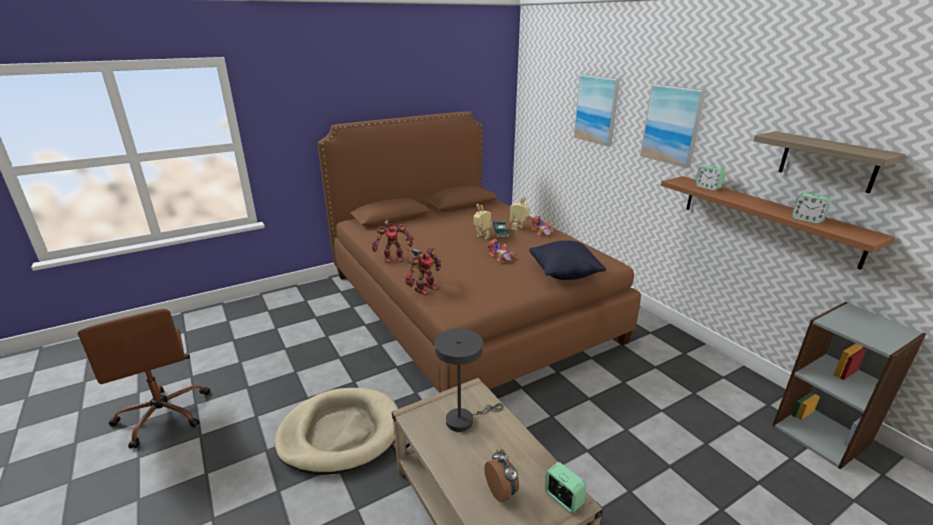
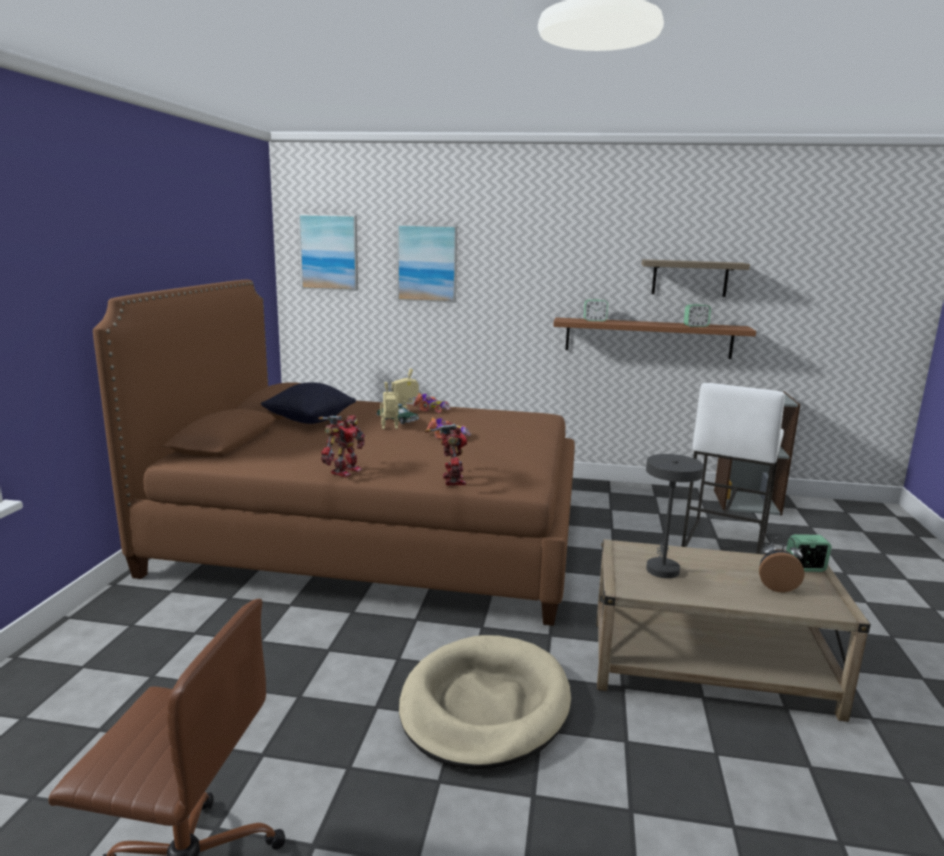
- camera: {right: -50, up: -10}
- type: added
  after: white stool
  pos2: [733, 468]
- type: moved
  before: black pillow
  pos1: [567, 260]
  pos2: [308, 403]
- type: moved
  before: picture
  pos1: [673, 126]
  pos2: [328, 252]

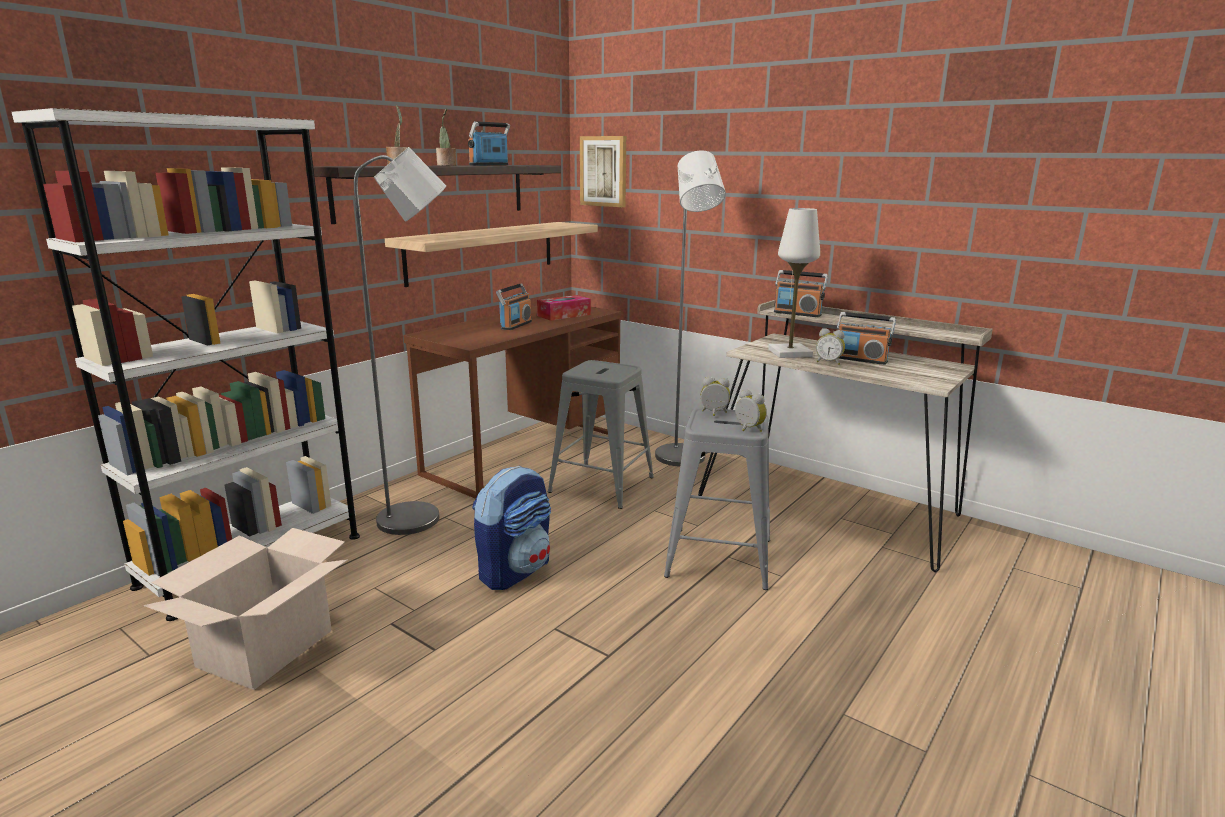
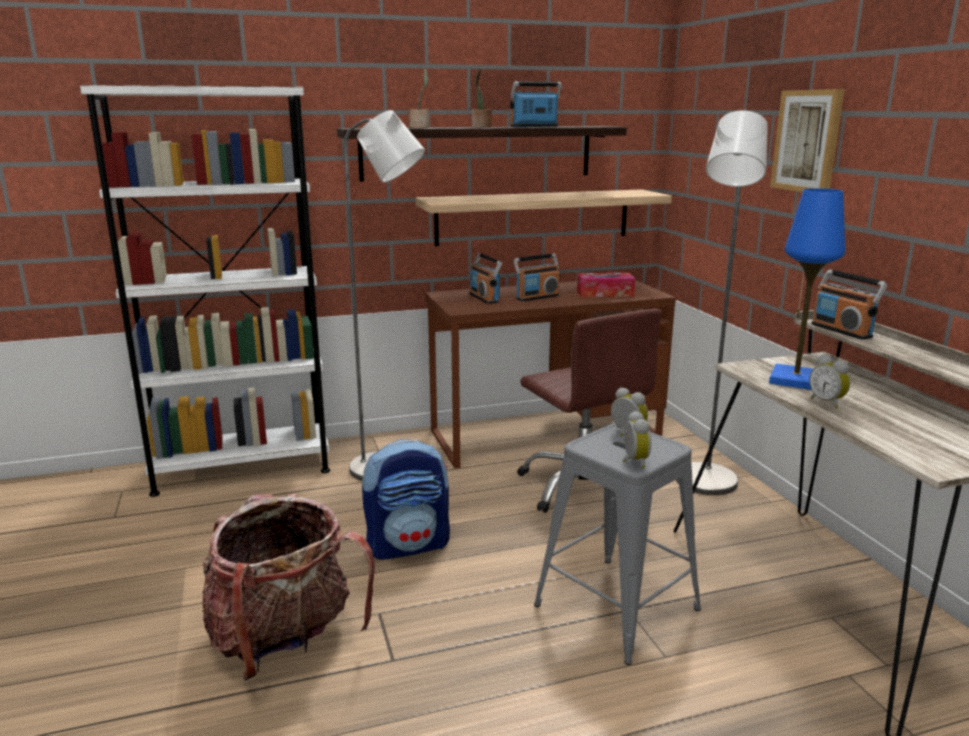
- camera: {right: 35, up: 0}
- type: removed
  before: cardboard box
  pos1: [246, 609]
- type: added
  after: backpack
  pos2: [288, 587]
- type: moved
  before: picture
  pos1: [603, 171]
  pos2: [807, 140]
- type: moved
  before: radio
  pos1: [866, 338]
  pos2: [485, 278]
- type: replaced
  before: grey stool
  after: brown office chair
  pos1: [601, 434]
  pos2: [589, 411]
- type: recoloured
  before: white table lamp
  after: blue table lamp
  pos1: [794, 283]
  pos2: [807, 289]

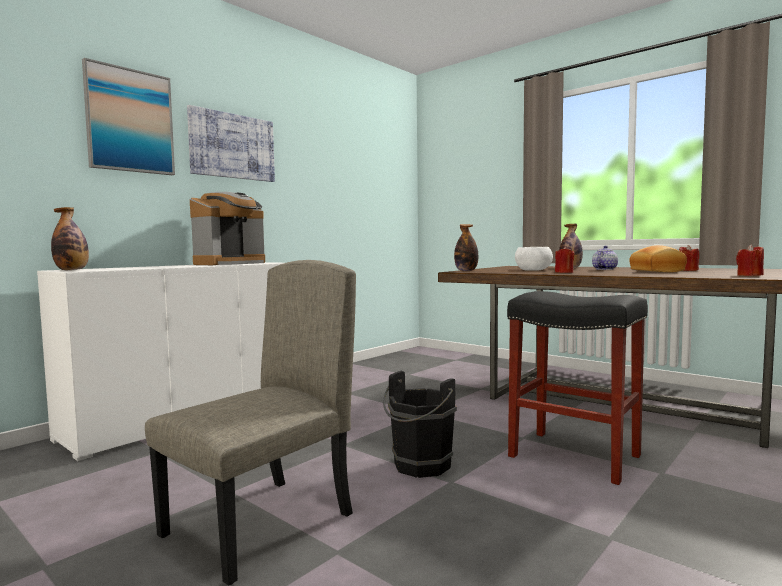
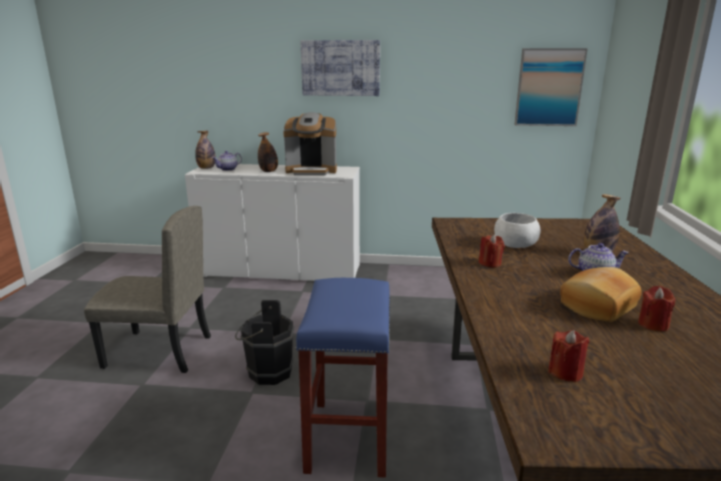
- camera: {right: 55, up: 15}
- type: added
  after: teapot
  pos2: [227, 161]
- type: moved
  before: picture
  pos1: [128, 116]
  pos2: [551, 87]
- type: moved
  before: bottle
  pos1: [466, 247]
  pos2: [268, 152]
- type: recoloured
  before: black stool
  after: blue stool
  pos1: [577, 388]
  pos2: [343, 378]

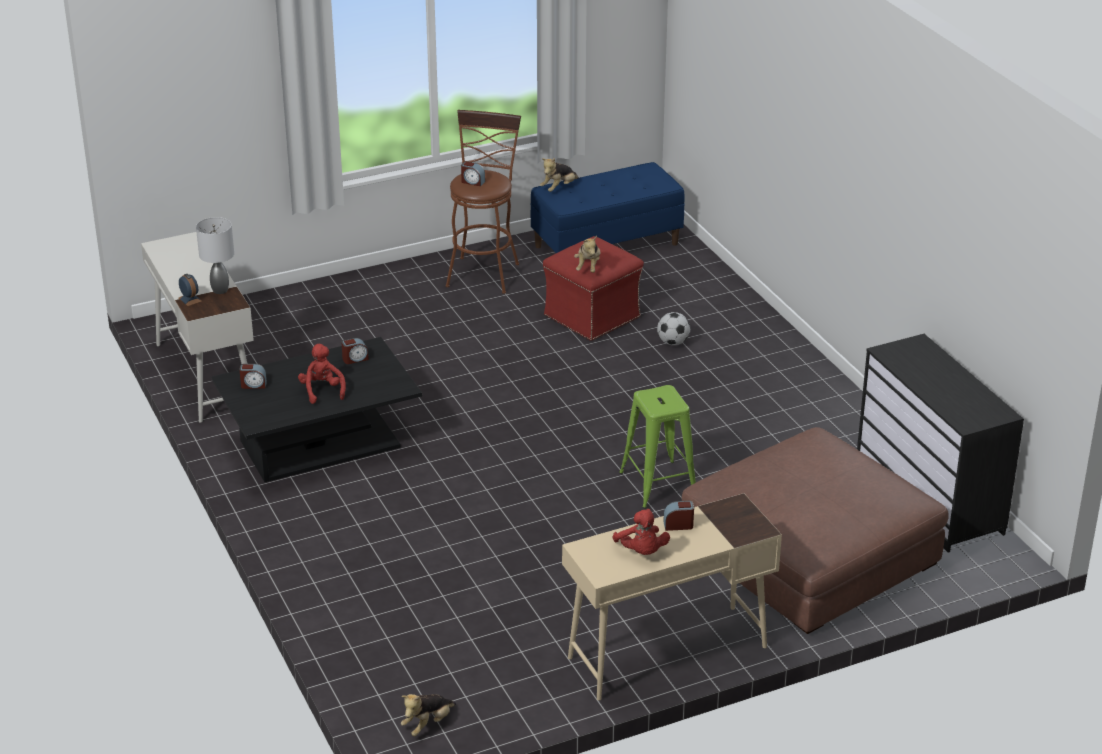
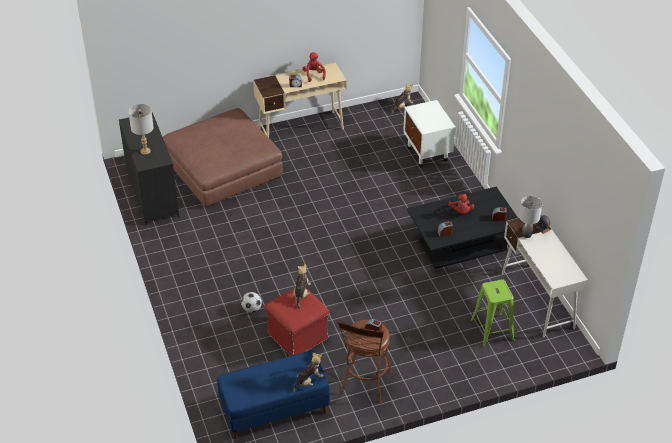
- camera: {right: -175, up: 10}
- type: added
  after: grey table lamp
  pos2: [141, 129]
- type: added
  after: white nightstand
  pos2: [429, 133]
- type: moved
  before: green stool
  pos1: [657, 447]
  pos2: [492, 313]

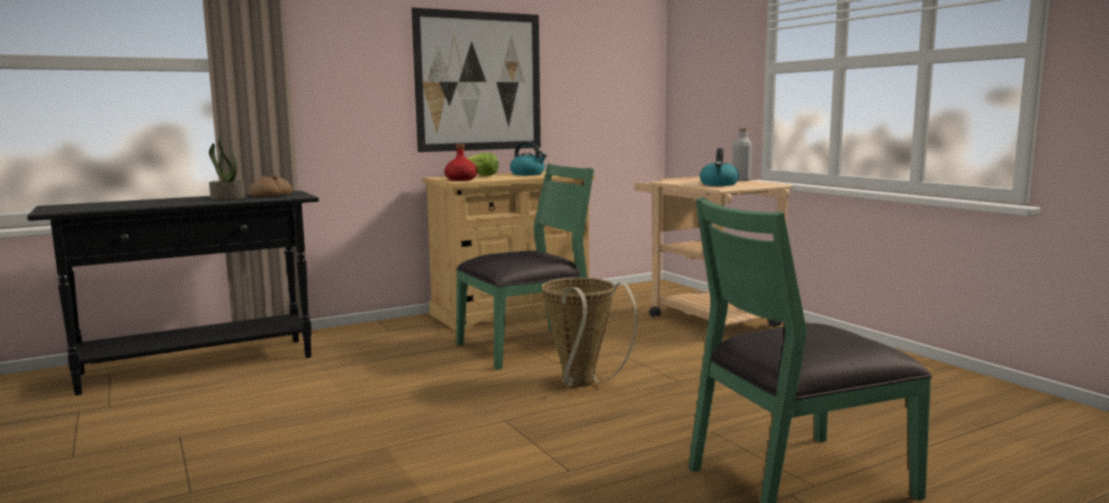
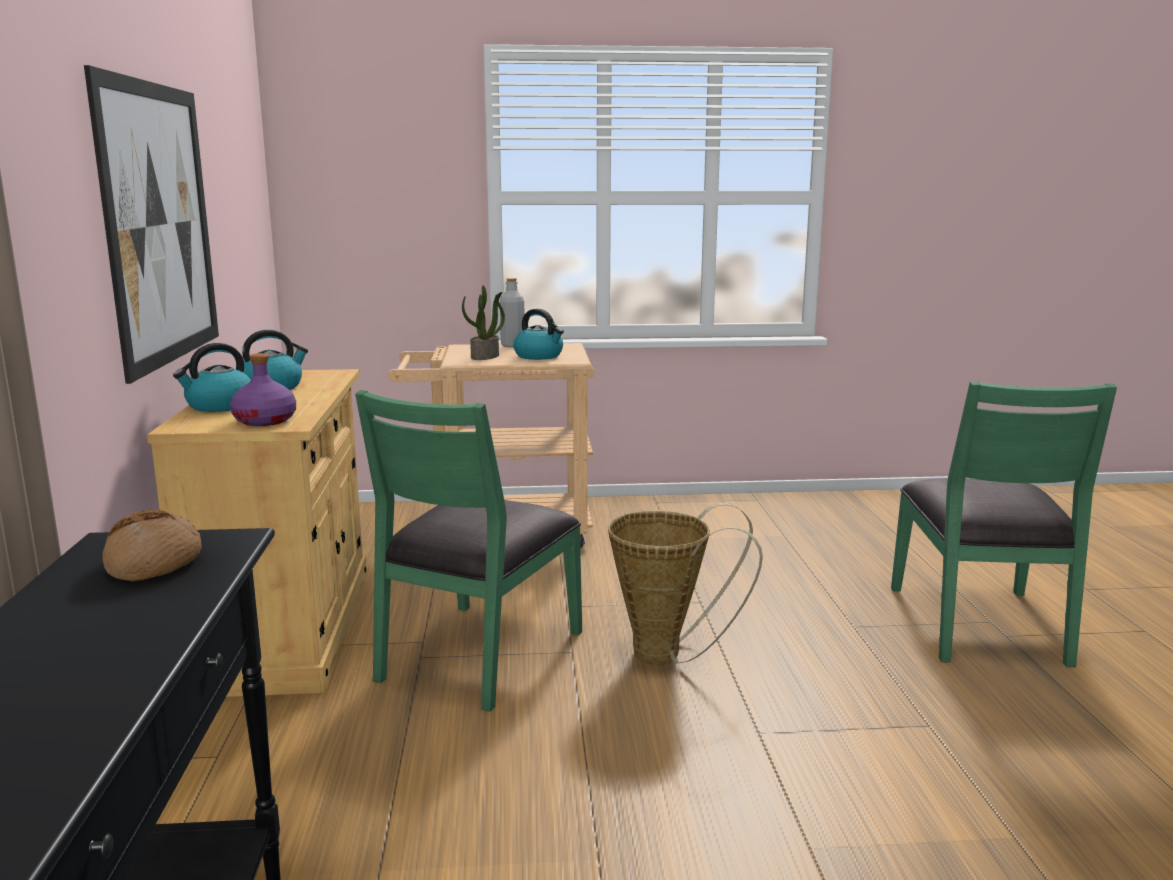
- camera: {right: -65, up: 5}
- type: moved
  before: potted plant
  pos1: [227, 168]
  pos2: [483, 323]
- type: replaced
  before: lettuce
  after: kettle
  pos1: [482, 164]
  pos2: [212, 377]
- type: recoloured
  before: red bottle
  after: purple bottle
  pos1: [460, 162]
  pos2: [263, 389]
- type: turned
  before: green chair
  pos1: [525, 267]
  pos2: [468, 551]
  turn: -150

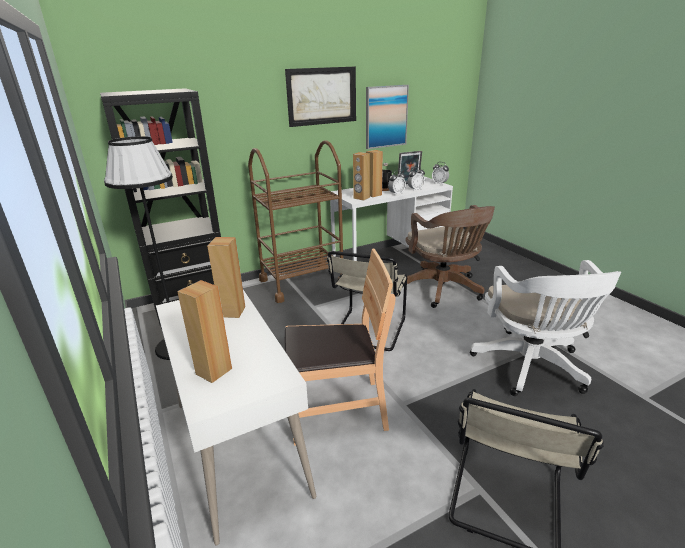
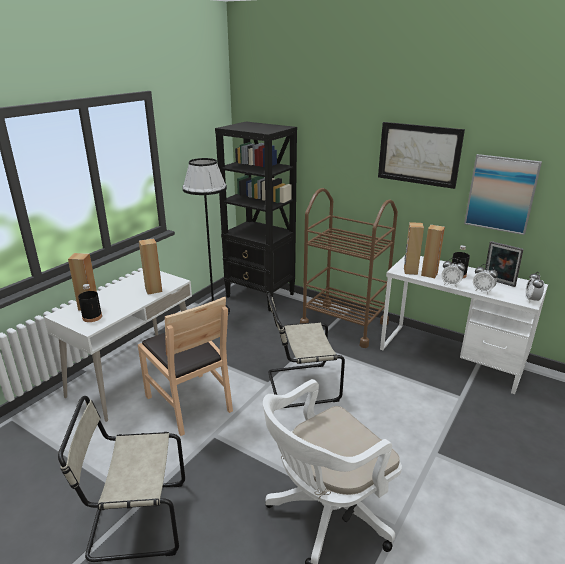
- camera: {right: 60, up: 0}
- type: removed
  before: brown office chair
  pos1: [450, 256]
- type: added
  after: black bottle
  pos2: [90, 303]

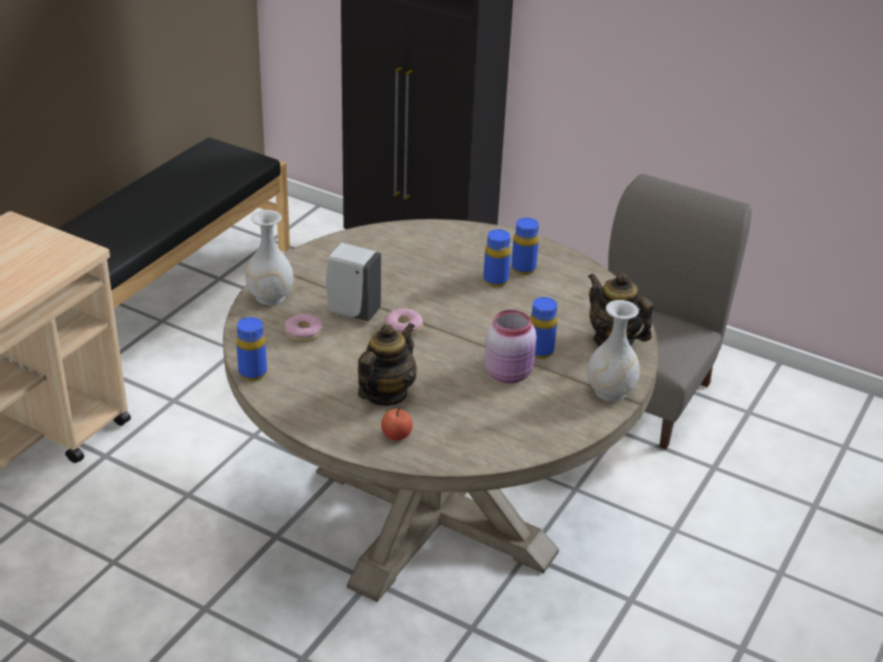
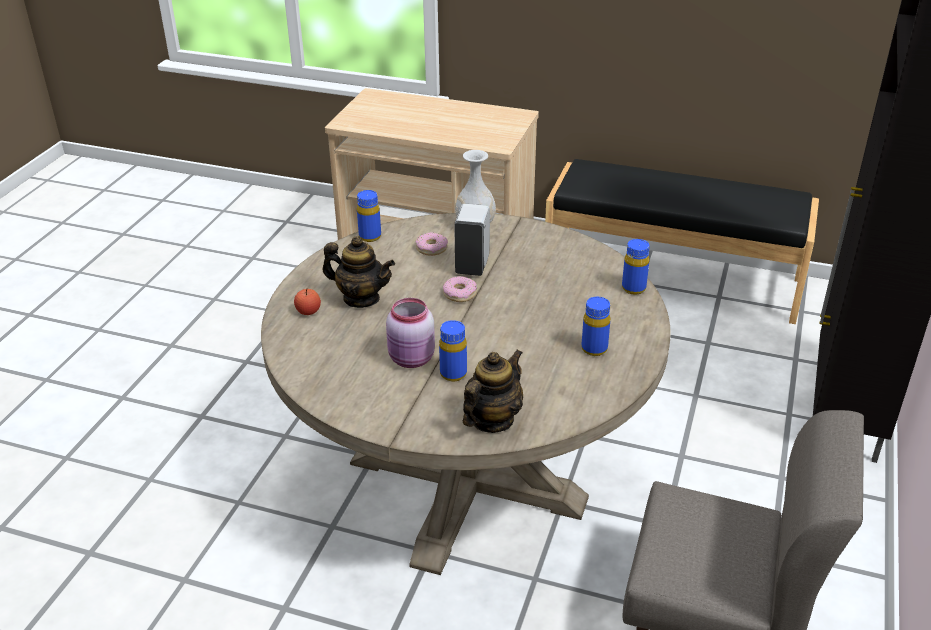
- camera: {right: 80, up: 0}
- type: removed
  before: white vase
  pos1: [613, 350]
- type: moved
  before: blue bottle
  pos1: [497, 258]
  pos2: [636, 267]

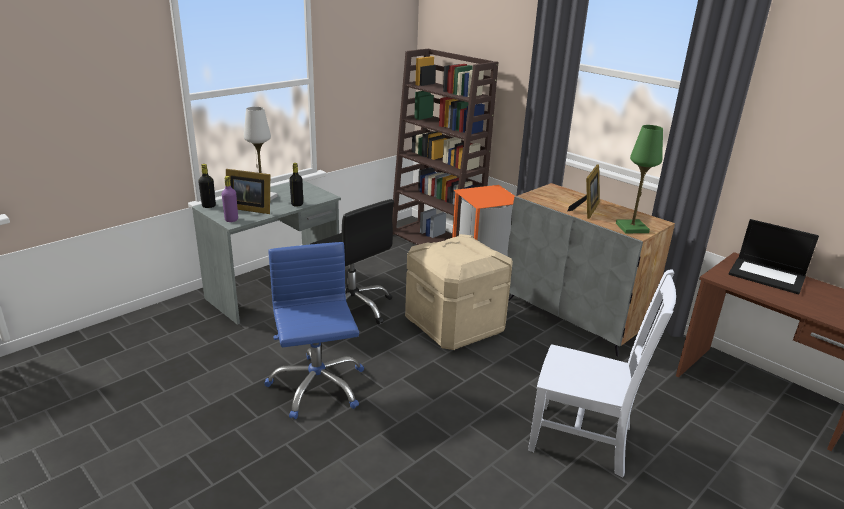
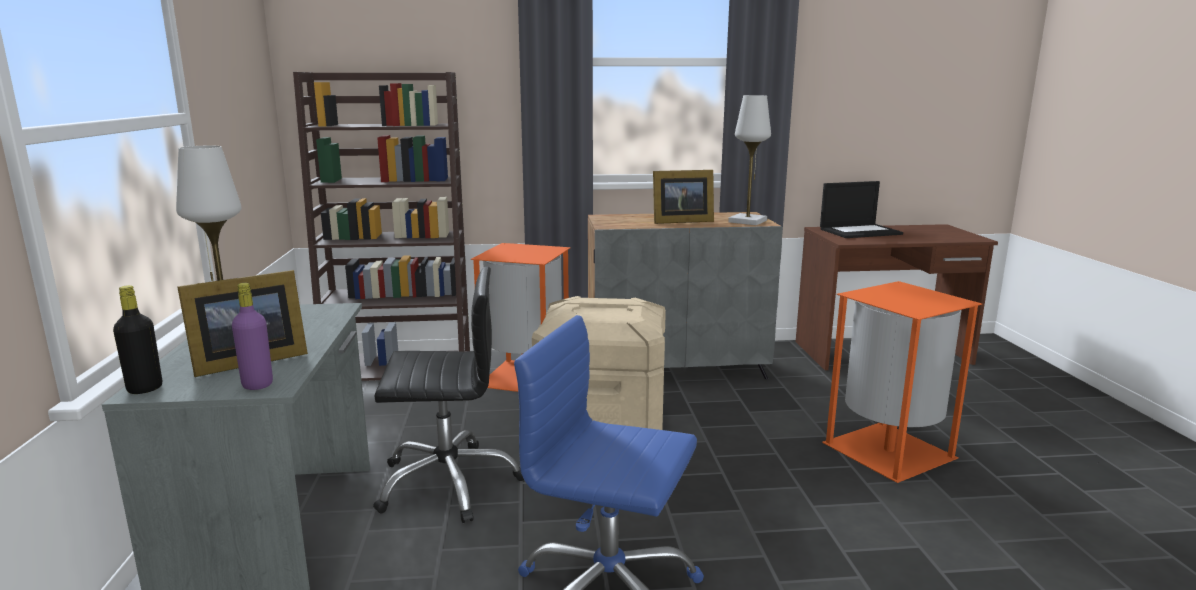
- camera: {right: -50, up: -10}
- type: removed
  before: black bottle
  pos1: [296, 185]
- type: replaced
  before: white chair
  after: orange trash can
  pos1: [602, 373]
  pos2: [902, 382]
- type: recoloured
  before: green table lamp
  after: white table lamp
  pos1: [639, 179]
  pos2: [749, 160]
- type: turned
  before: picture frame
  pos1: [583, 191]
  pos2: [683, 197]
  turn: 105

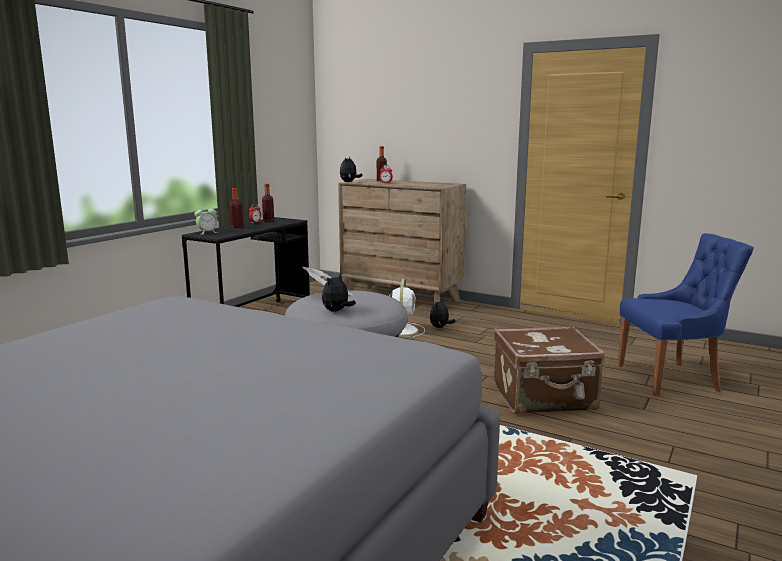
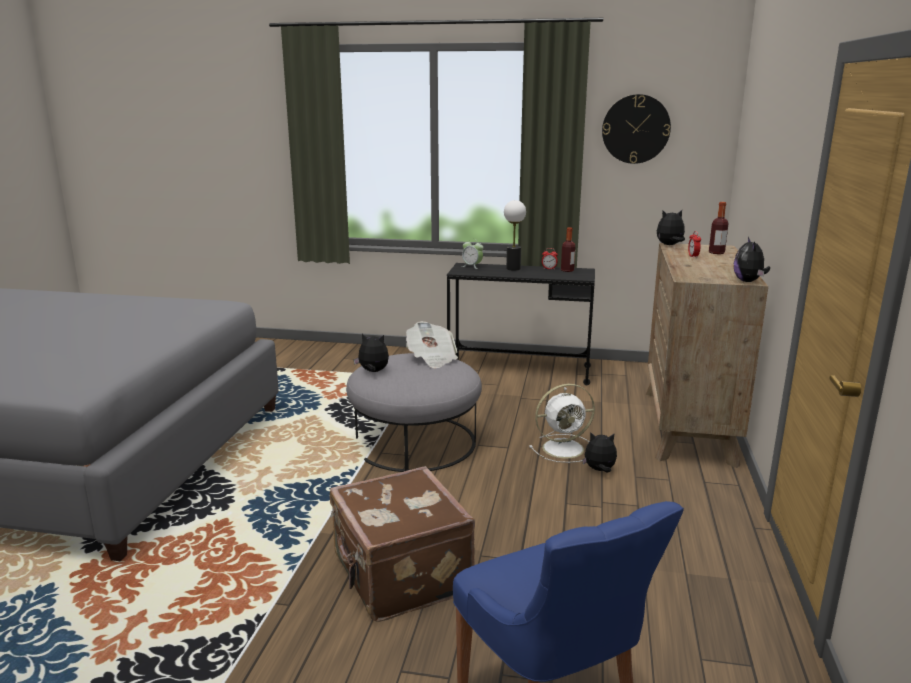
- camera: {right: 70, up: 5}
- type: added
  after: wall clock
  pos2: [636, 129]
- type: added
  after: plush toy
  pos2: [752, 259]
- type: replaced
  before: bottle
  after: table lamp
  pos1: [236, 208]
  pos2: [515, 235]

